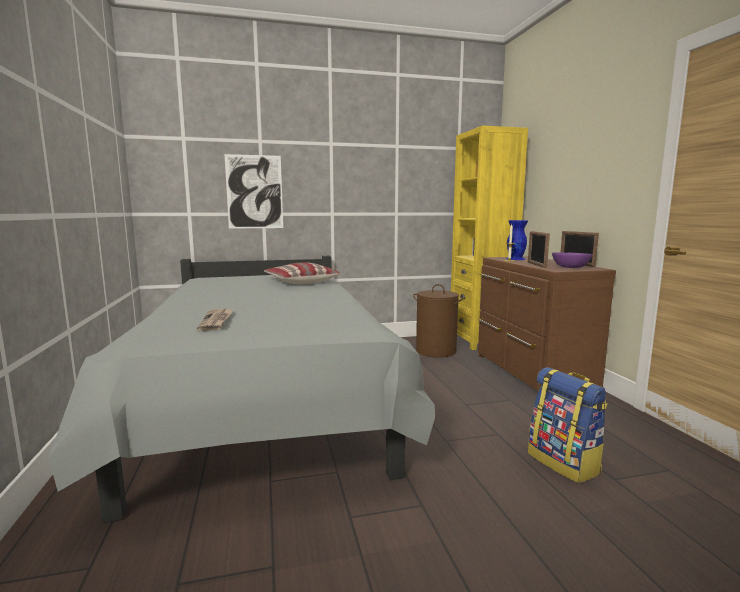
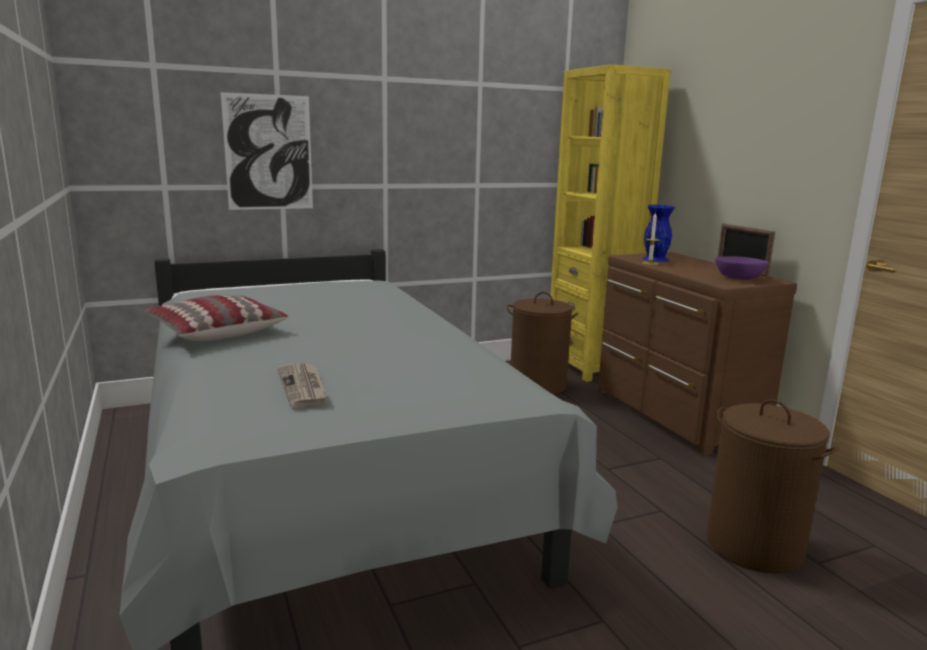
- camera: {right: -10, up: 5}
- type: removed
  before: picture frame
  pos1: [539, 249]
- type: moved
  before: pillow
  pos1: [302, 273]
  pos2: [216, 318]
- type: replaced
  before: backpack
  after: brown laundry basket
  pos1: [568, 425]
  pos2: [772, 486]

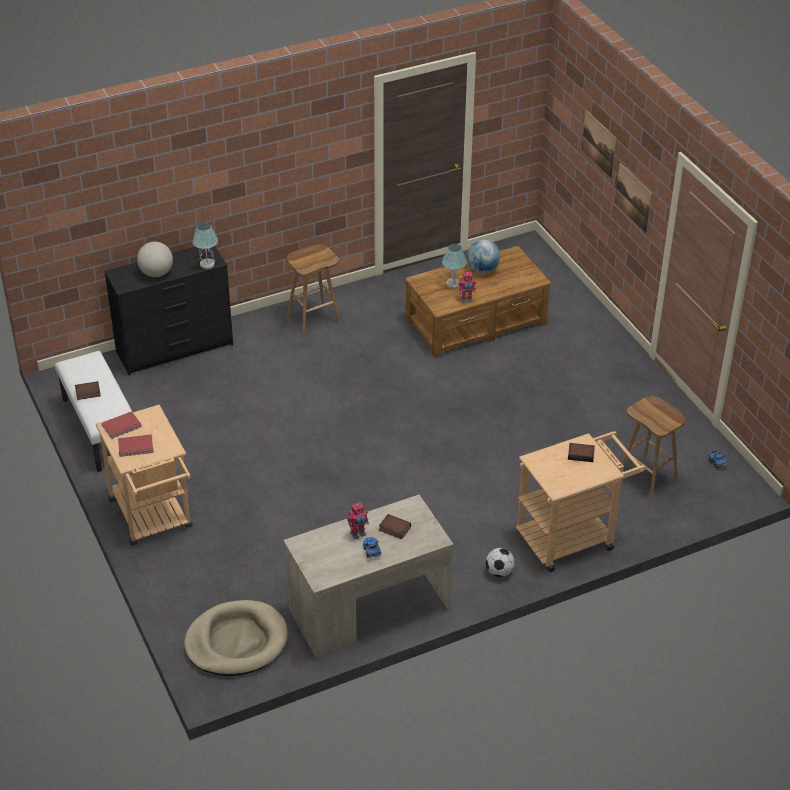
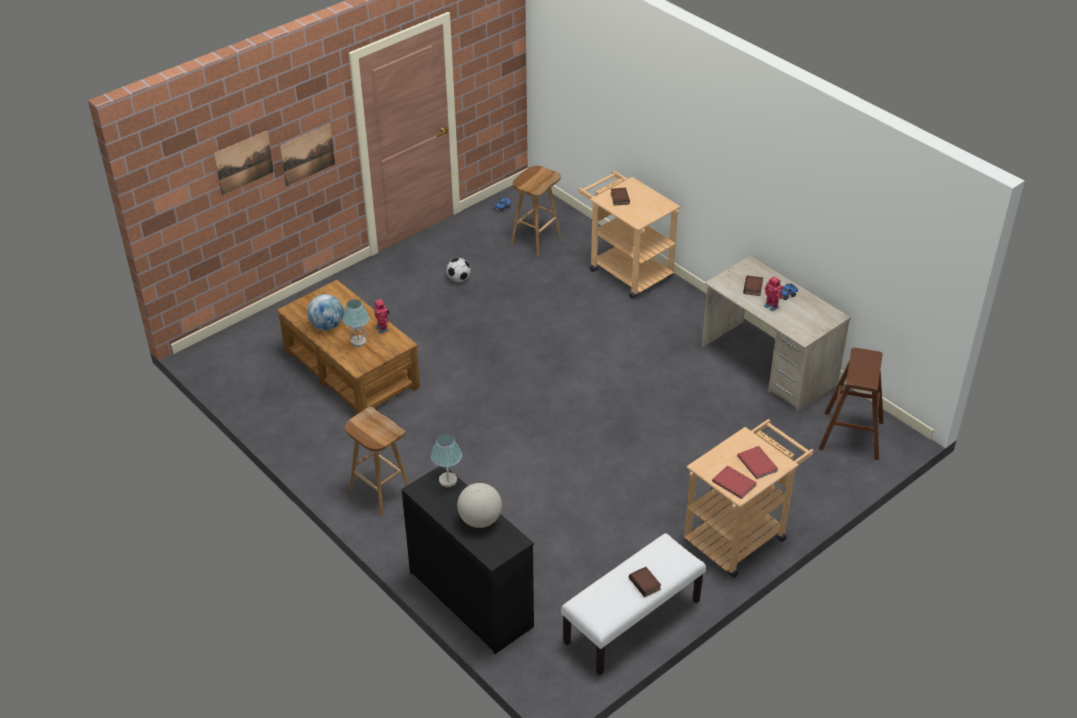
- camera: {right: -105, up: 0}
- type: moved
  before: football
  pos1: [500, 562]
  pos2: [458, 270]
- type: replaced
  before: beige dog bed
  after: brown stool
  pos1: [236, 638]
  pos2: [851, 404]

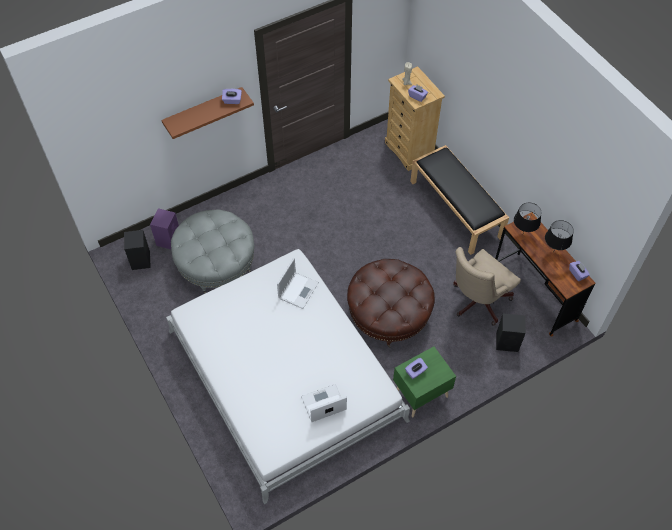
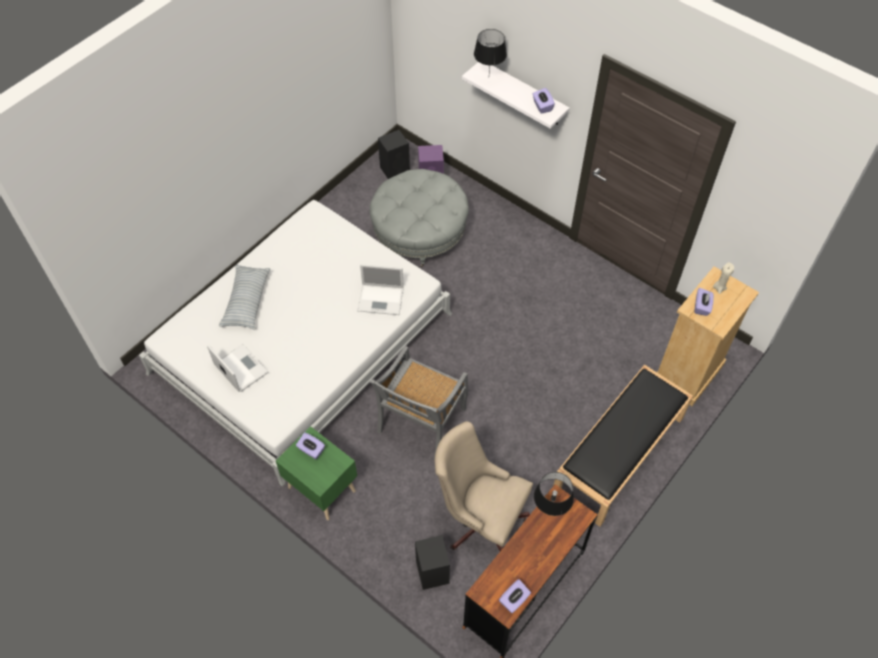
- camera: {right: 70, up: 0}
- type: added
  after: pillow
  pos2: [245, 297]
- type: moved
  before: black table lamp
  pos1: [559, 236]
  pos2: [490, 50]
- type: replaced
  before: brown ottoman
  after: grey chair
  pos1: [391, 303]
  pos2: [419, 402]
- type: recoloured
  before: brown shelf
  after: white shelf
  pos1: [207, 113]
  pos2: [516, 95]

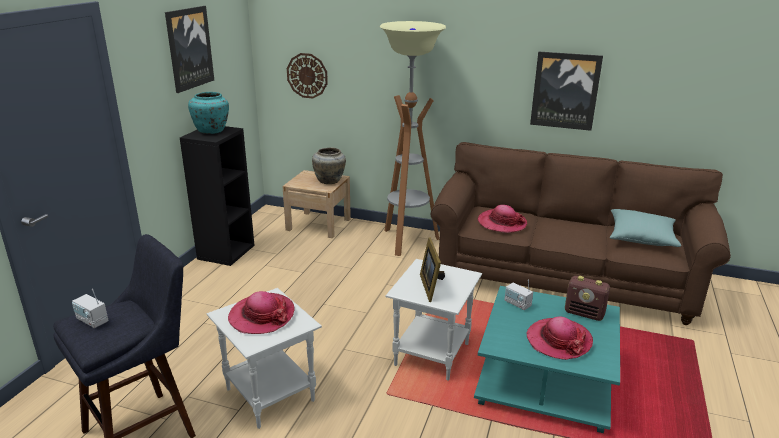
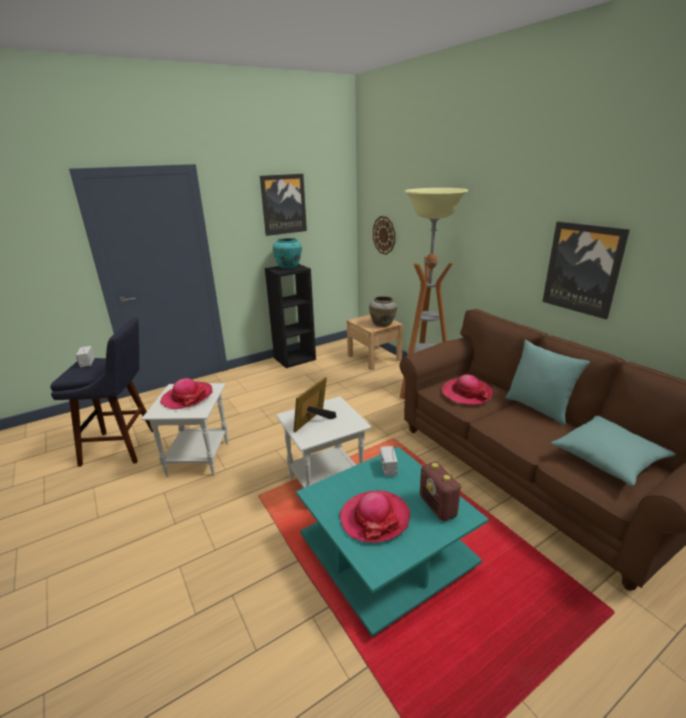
- camera: {right: 40, up: 0}
- type: added
  after: turquoise pillow
  pos2: [547, 383]

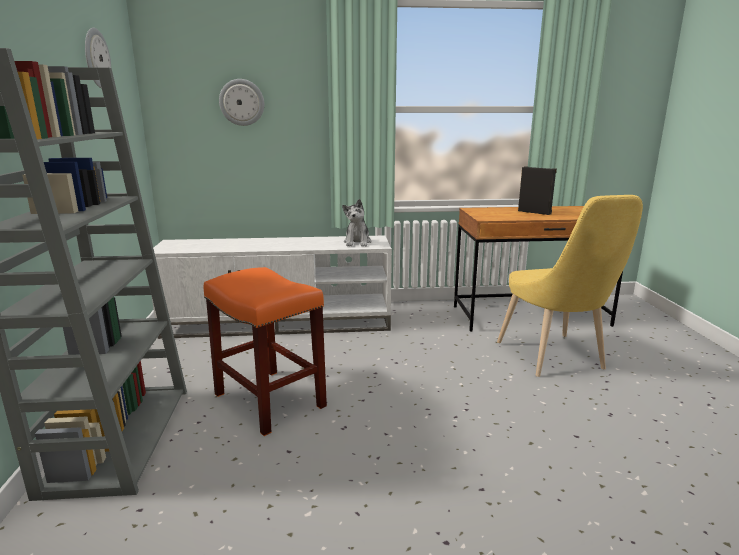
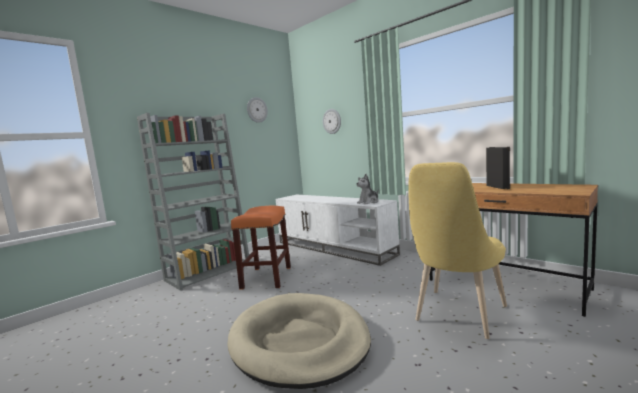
- camera: {right: 50, up: -10}
- type: added
  after: beige dog bed
  pos2: [299, 341]

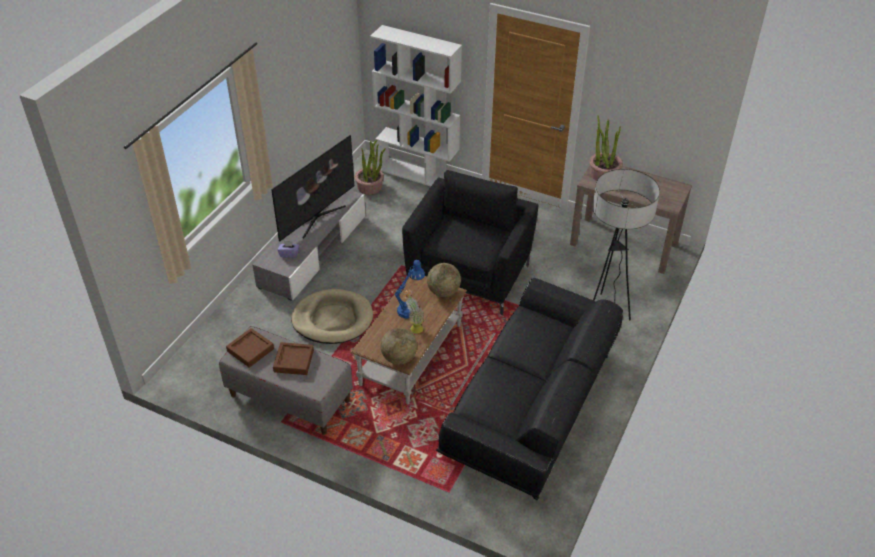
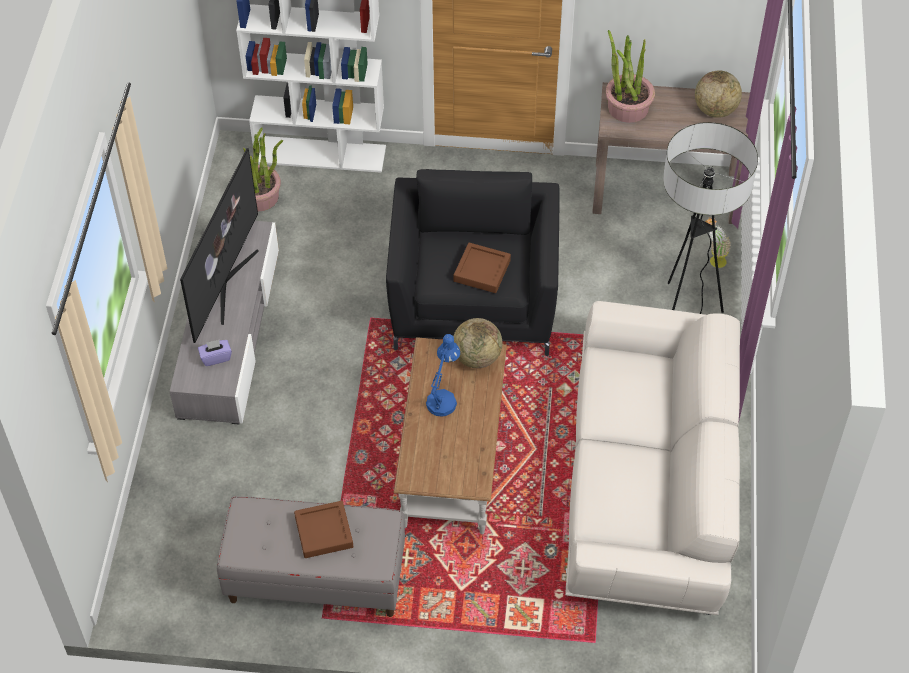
- camera: {right: -20, up: 10}
- type: removed
  before: beige dog bed
  pos1: [332, 316]
- type: moved
  before: brown tray
  pos1: [250, 348]
  pos2: [482, 268]
- type: moved
  before: globe
  pos1: [398, 346]
  pos2: [718, 94]
- type: moved
  before: potted plant
  pos1: [413, 312]
  pos2: [718, 243]
- type: recoloured
  before: black sofa
  after: white sofa
  pos1: [529, 389]
  pos2: [652, 458]

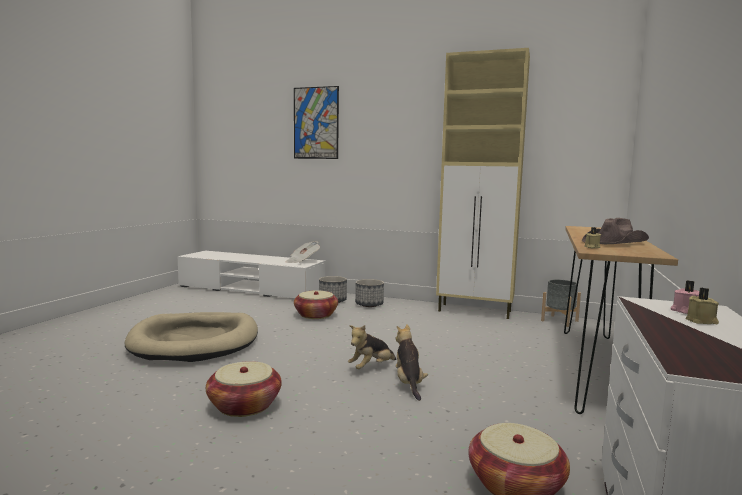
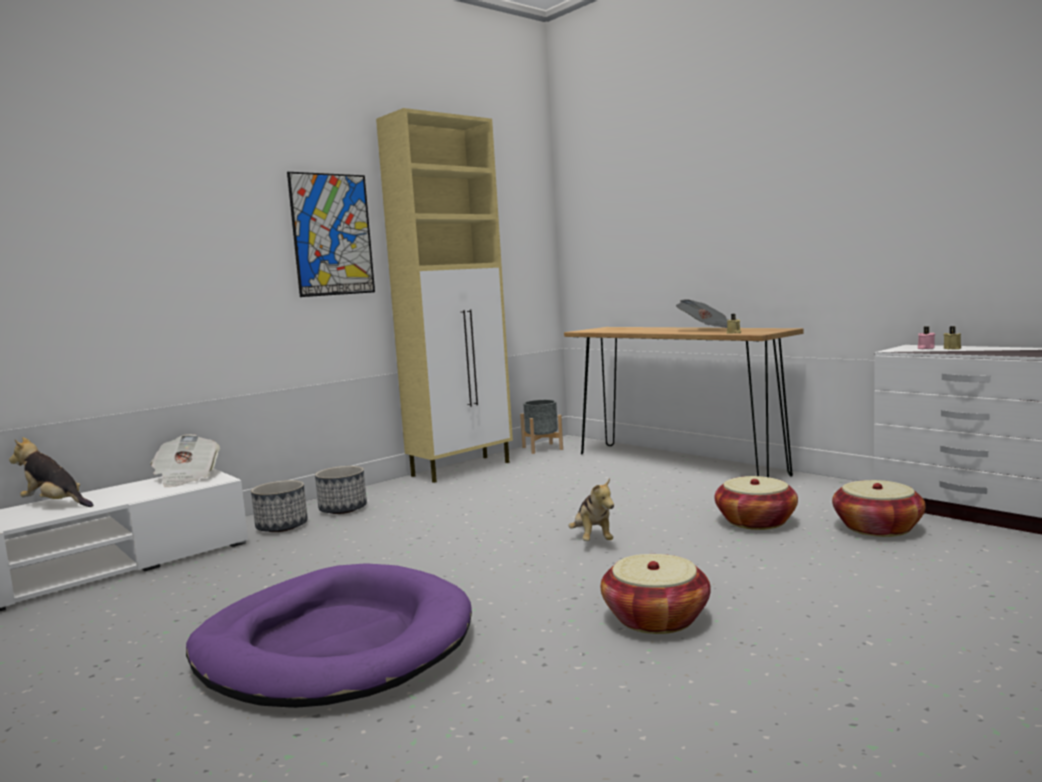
- camera: {right: -60, up: 0}
- type: moved
  before: picture
  pos1: [316, 122]
  pos2: [331, 234]
- type: moved
  before: basket
  pos1: [316, 304]
  pos2: [756, 503]
- type: moved
  before: plush toy
  pos1: [412, 362]
  pos2: [51, 472]
- type: replaced
  before: brown hat
  after: newspaper
  pos1: [615, 231]
  pos2: [702, 313]
- type: recoloured
  before: beige dog bed
  after: purple dog bed
  pos1: [191, 337]
  pos2: [329, 635]

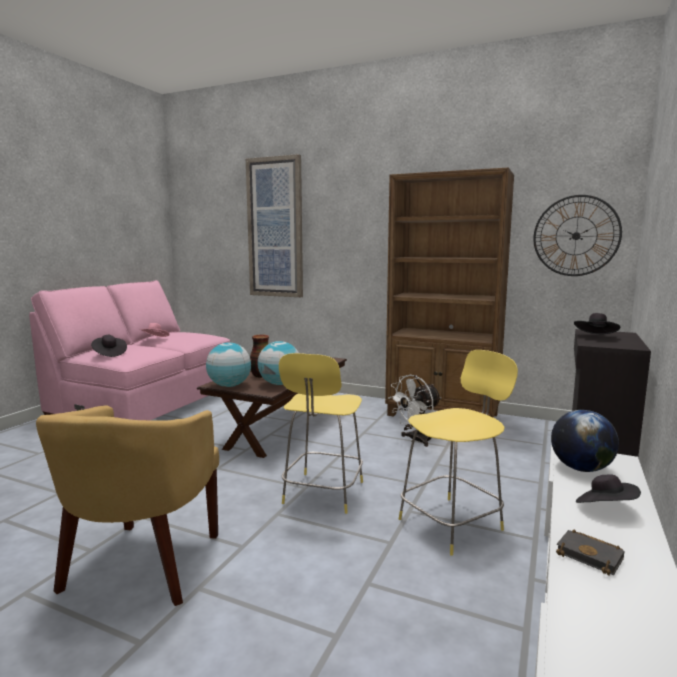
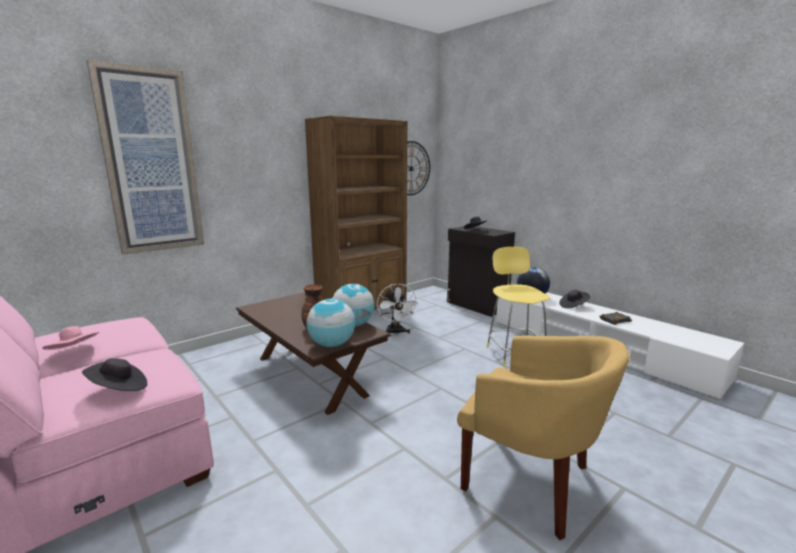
- camera: {right: -65, up: 5}
- type: removed
  before: yellow stool
  pos1: [321, 433]

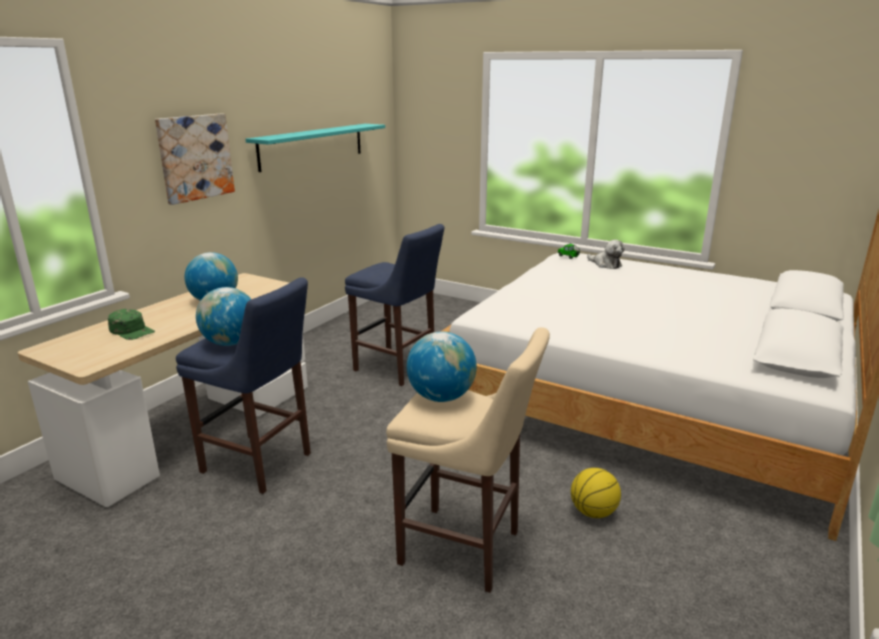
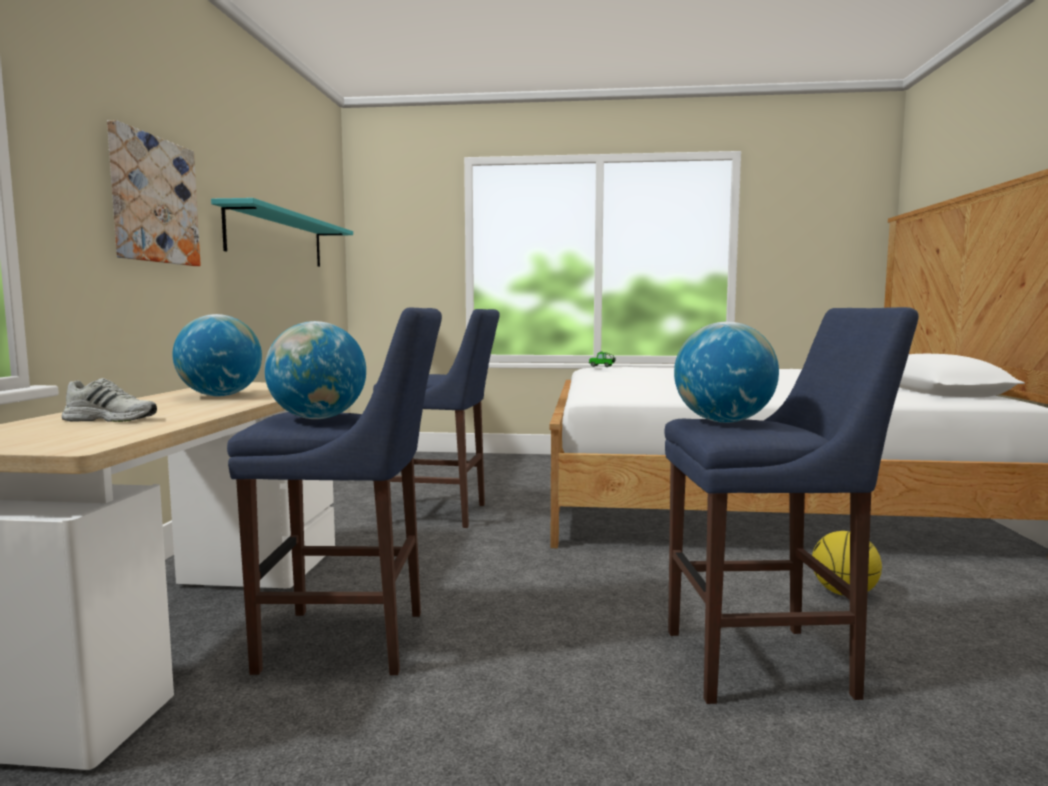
- camera: {right: -25, up: -15}
- type: removed
  before: plush toy
  pos1: [606, 254]
- type: replaced
  before: green cap
  after: white shoe
  pos1: [131, 324]
  pos2: [109, 400]
- type: recoloured
  before: beige stool
  after: blue stool
  pos1: [468, 460]
  pos2: [792, 505]

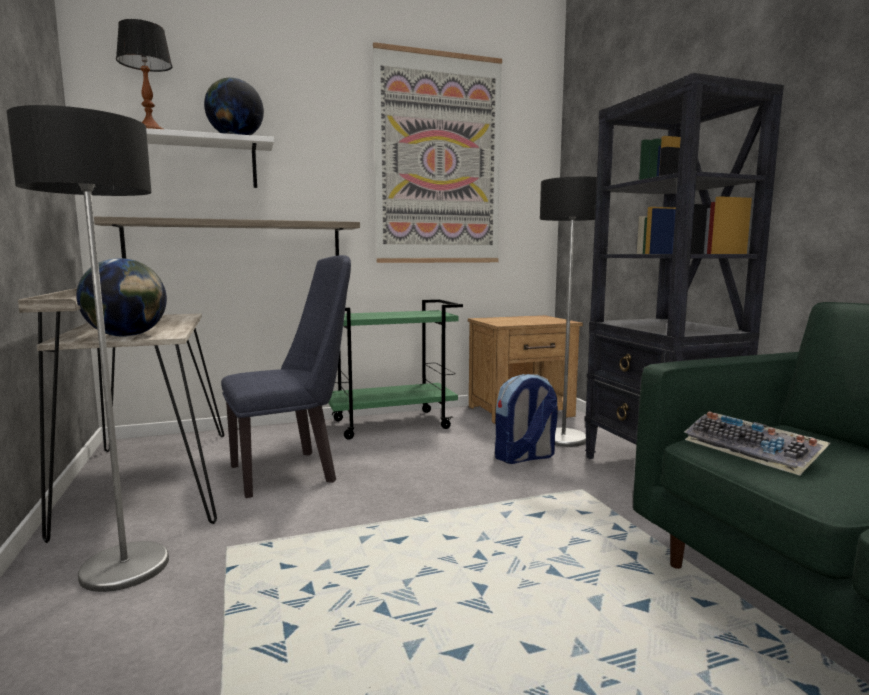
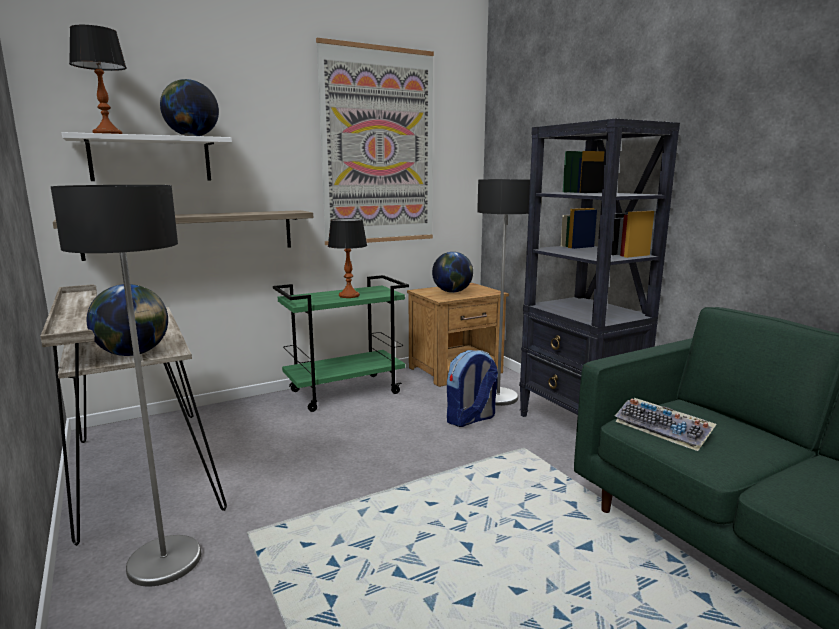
- camera: {right: -10, up: 5}
- type: removed
  before: blue chair
  pos1: [286, 376]
- type: added
  after: table lamp
  pos2: [347, 258]
- type: added
  after: globe
  pos2: [452, 272]

